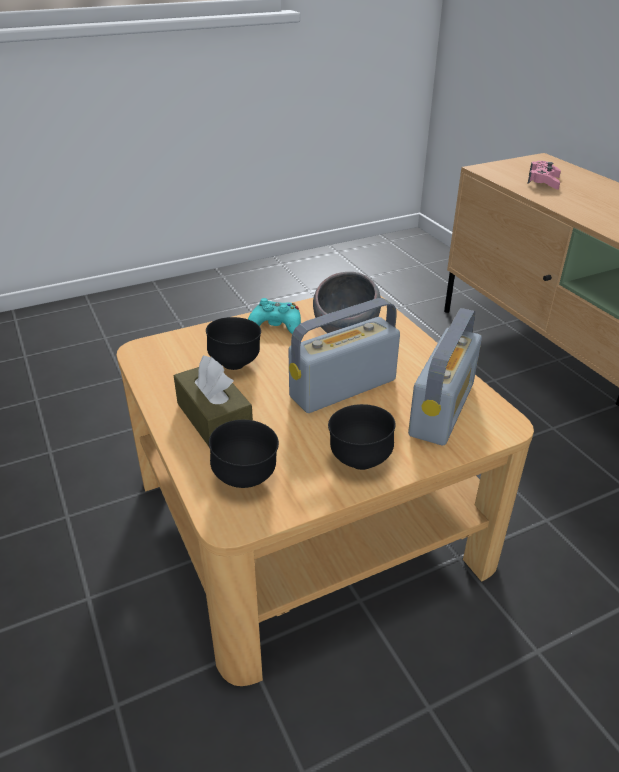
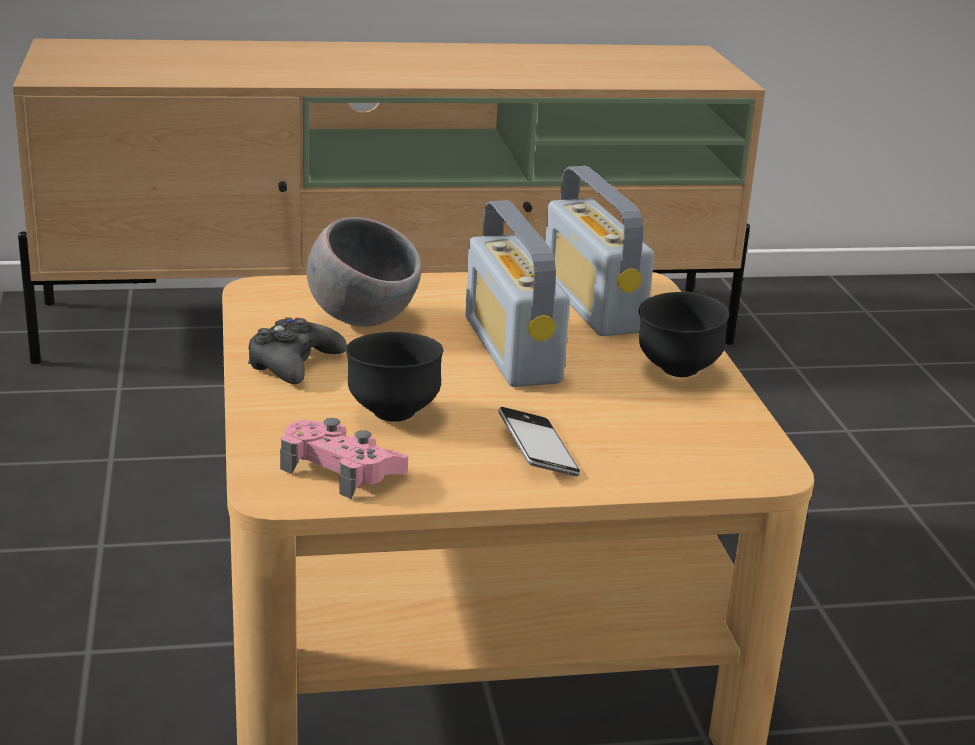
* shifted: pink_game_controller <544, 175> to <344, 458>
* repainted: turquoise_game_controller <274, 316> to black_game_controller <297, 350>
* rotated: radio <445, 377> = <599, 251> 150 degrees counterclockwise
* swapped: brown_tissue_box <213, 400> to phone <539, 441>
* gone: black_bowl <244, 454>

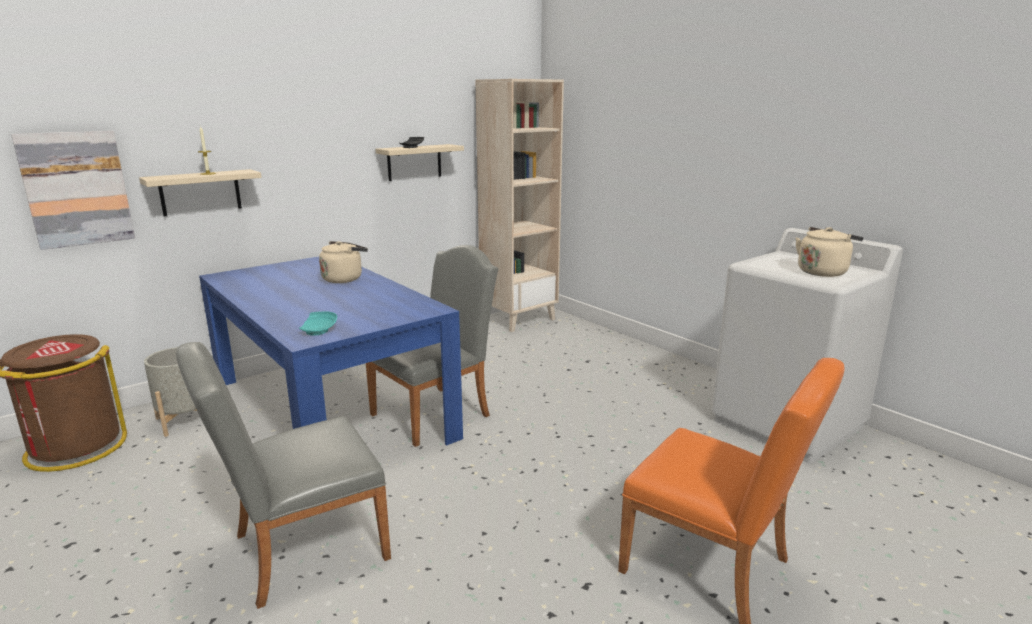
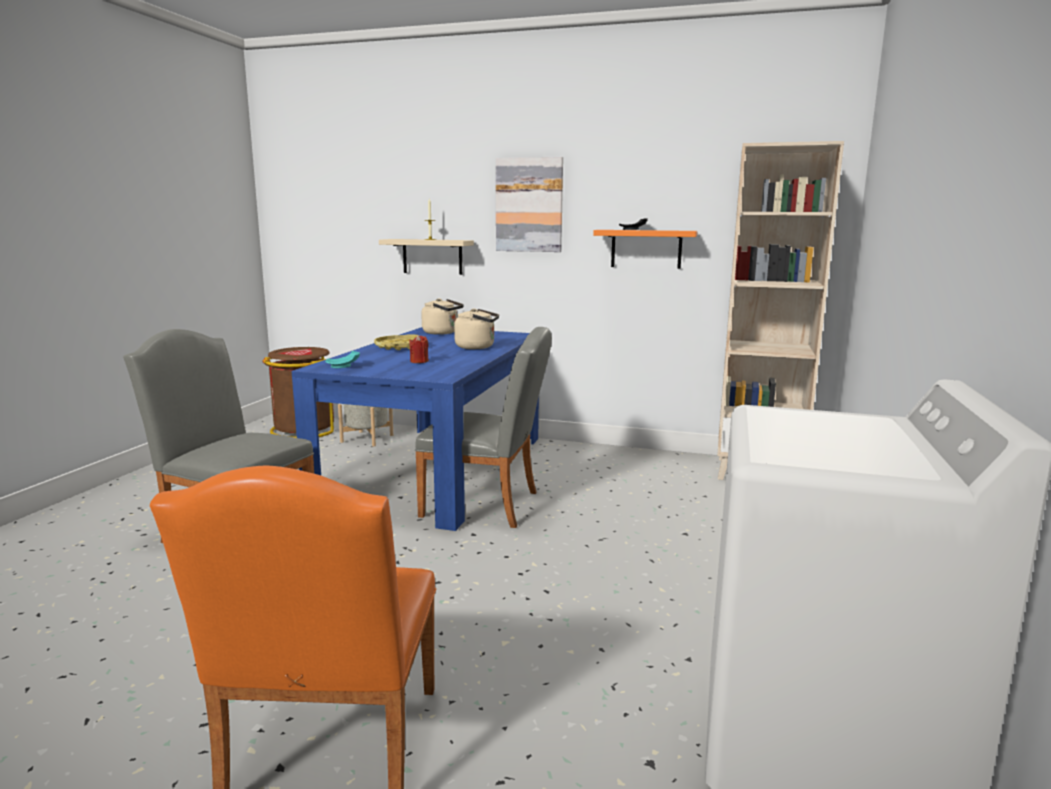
* shifted: picture <73, 190> to <529, 204>
* repainted: beige_shelf <419, 162> to orange_shelf <645, 249>
* shifted: beige_kettle <830, 252> to <442, 316>
* new: yellow_tray <395, 342>
* new: red_candle <419, 349>

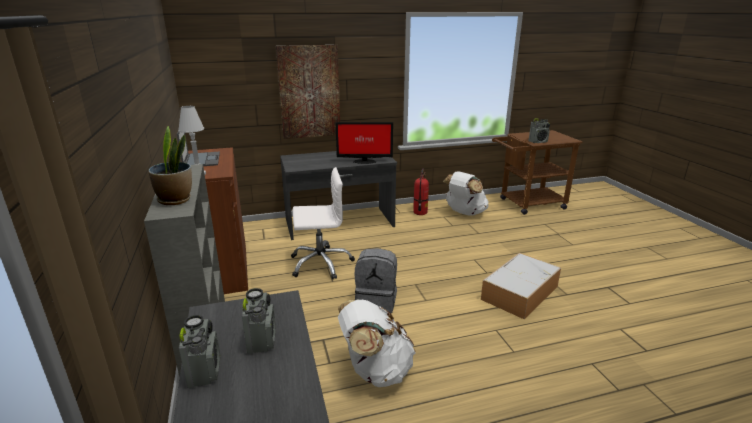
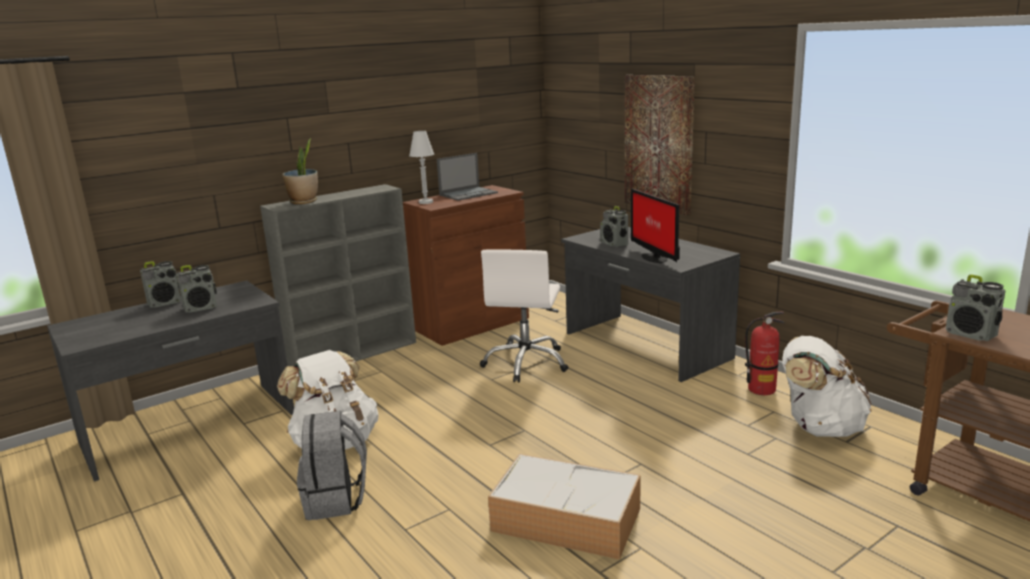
* rotated: white_office_chair <323, 223> = <524, 315> 45 degrees clockwise
* shifted: grey_backpack <376, 280> to <332, 465>
* new: radio <614, 226>

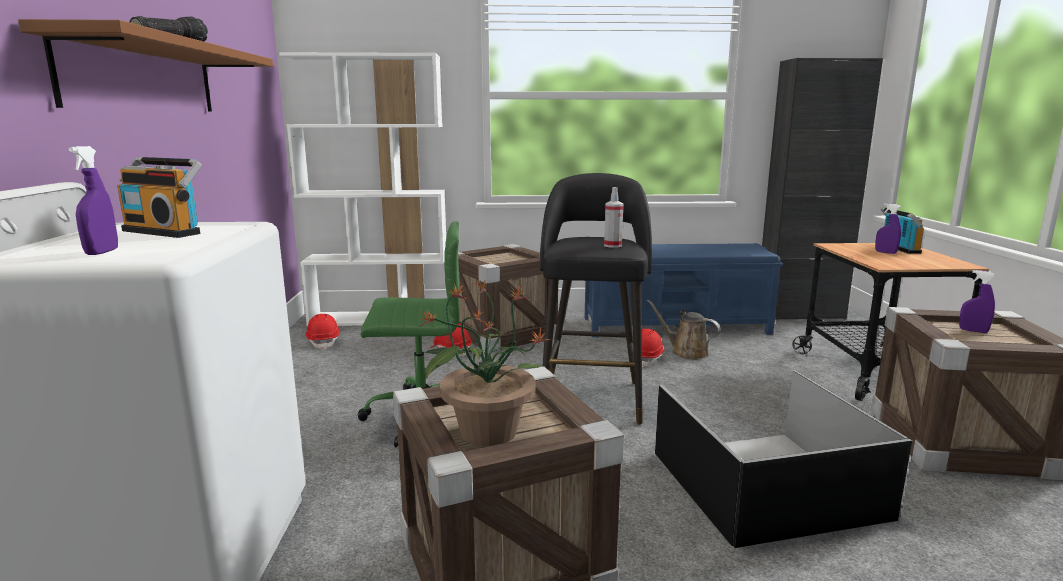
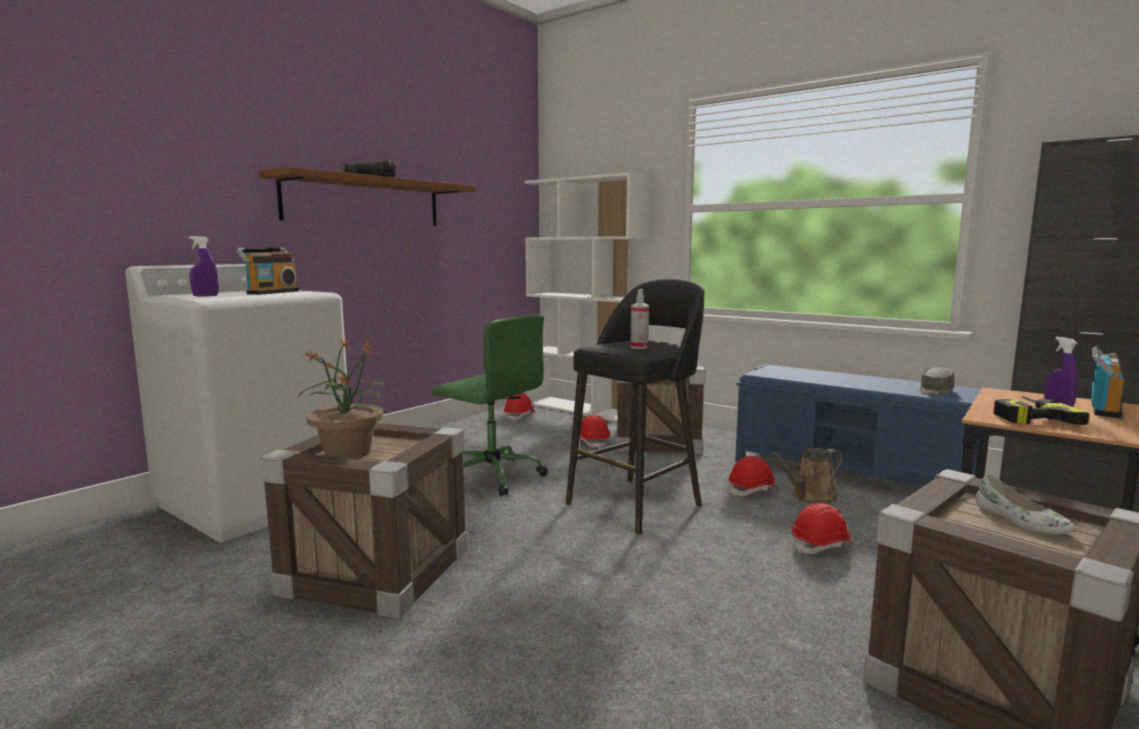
* rotated: radio <159, 197> = <267, 271> 135 degrees counterclockwise
* swapped: purple_spray_bottle <977, 301> to white_shoe <1025, 504>
* rotated: brown_watering_can <683, 329> = <806, 475> 105 degrees counterclockwise
* gone: black_storage_box <783, 459>
* new: grey_cap <937, 381>
* new: power_drill <1041, 410>
* new: red_hard_hat <823, 528>

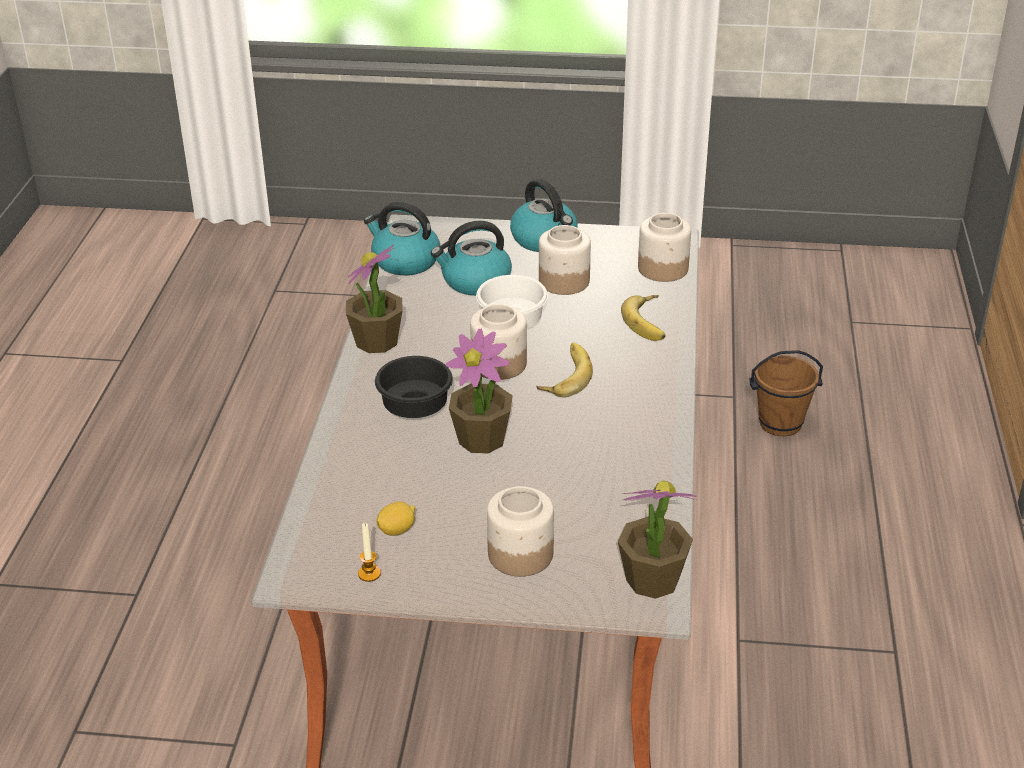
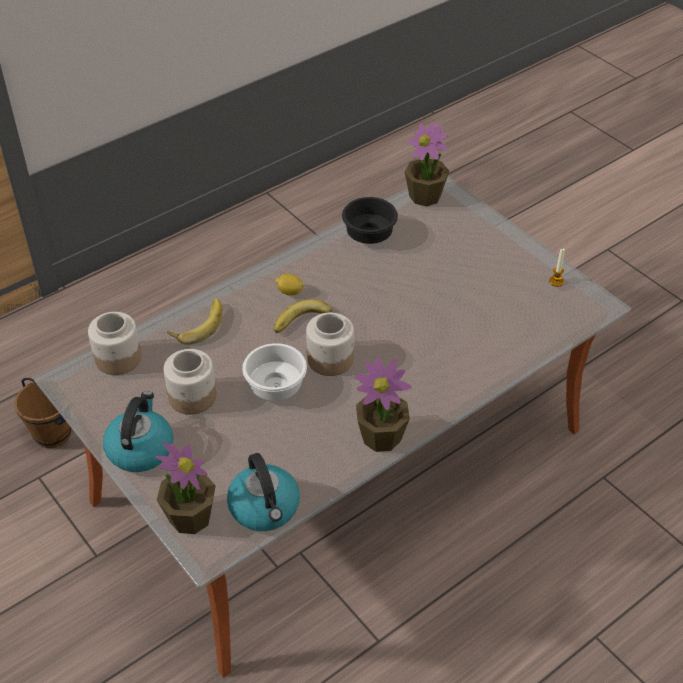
* gone: kettle <471, 258>
* shifted: potted_plant <479, 391> to <186, 488>
* shifted: black_bowl <414, 387> to <370, 220>
* gone: jar <520, 531>
* shifted: lemon <395, 518> to <289, 285>

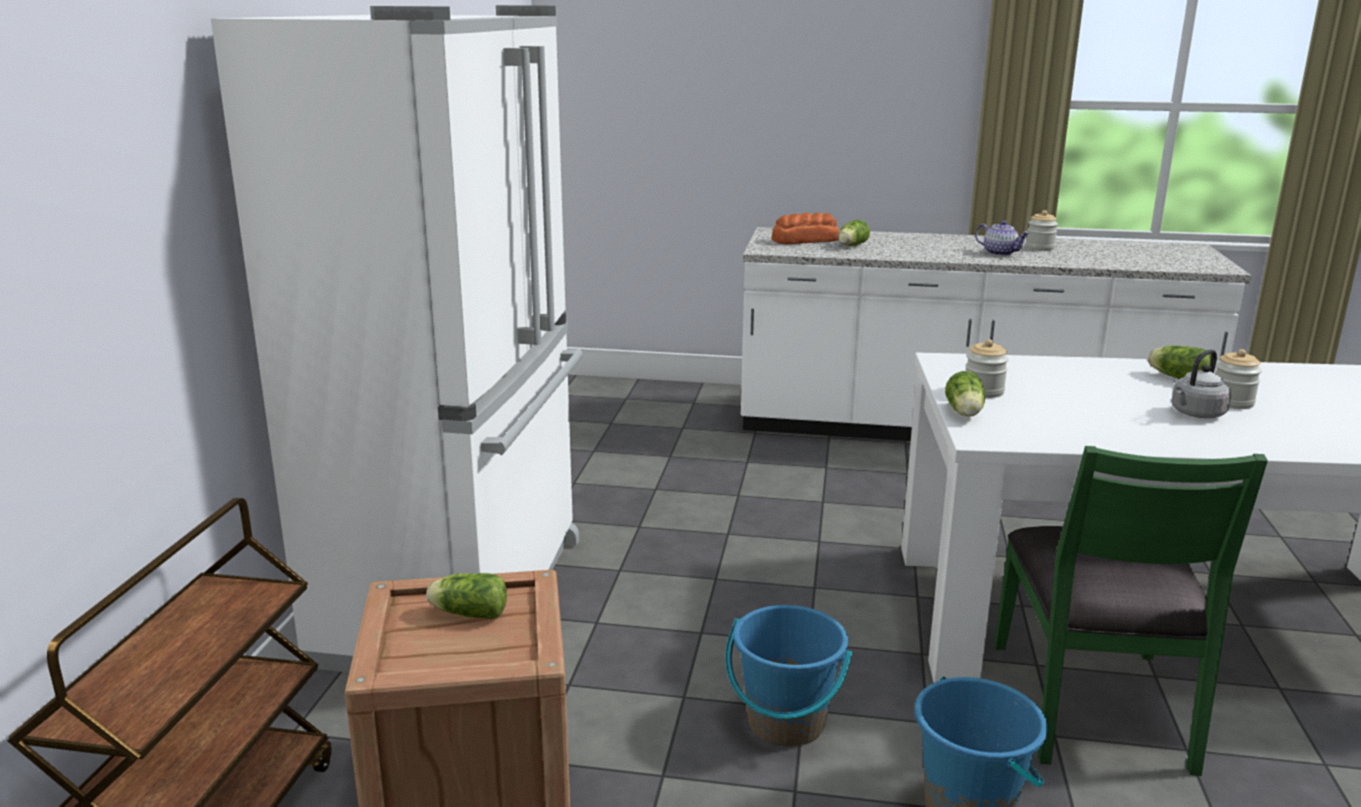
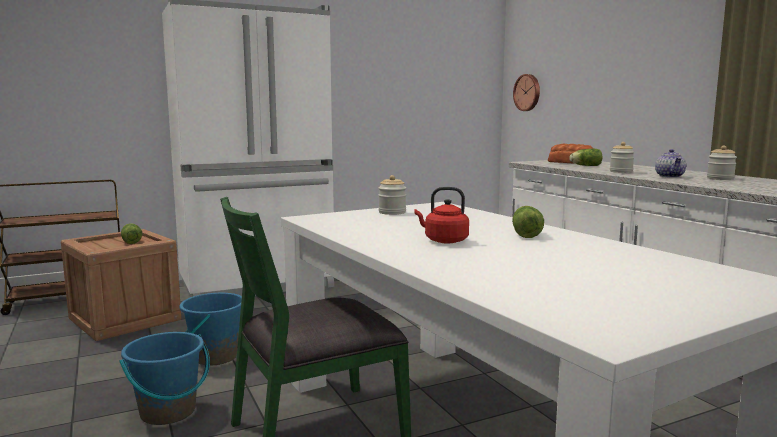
* shifted: jar <1238, 379> to <622, 157>
* repainted: grey_kettle <1201, 384> to red_kettle <442, 215>
* gone: lettuce <965, 394>
* new: wall_clock <526, 92>

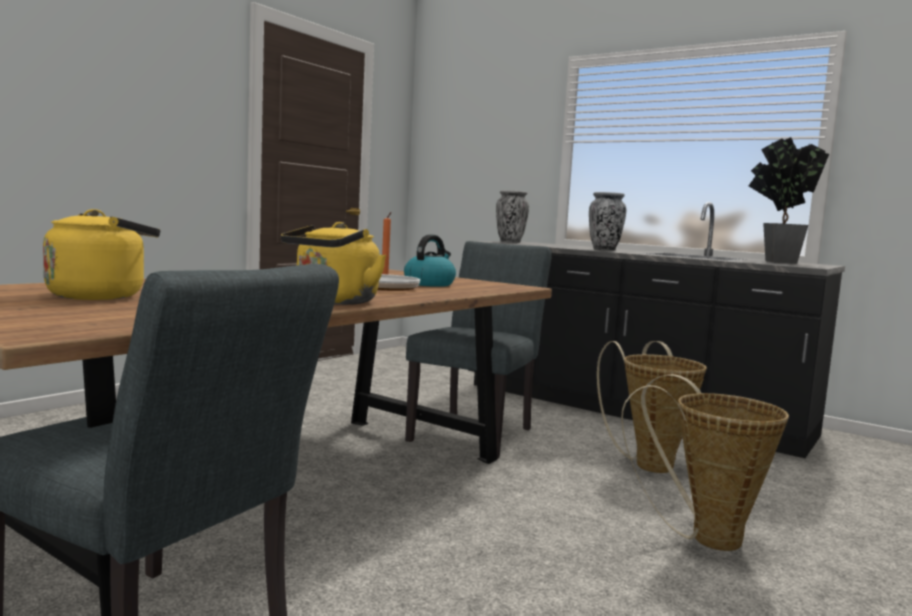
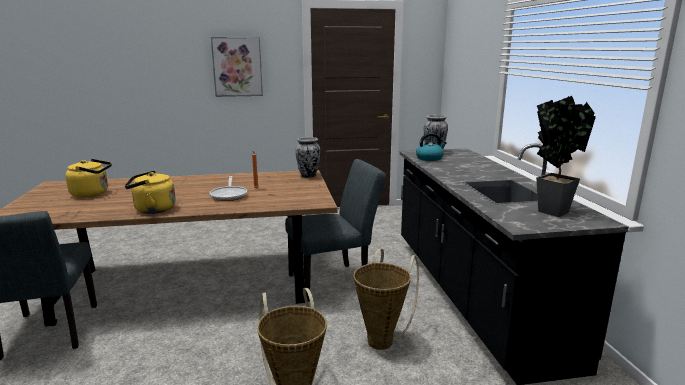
* shifted: vase <607, 221> to <307, 157>
* shifted: kettle <430, 260> to <431, 147>
* new: picture <237, 67>

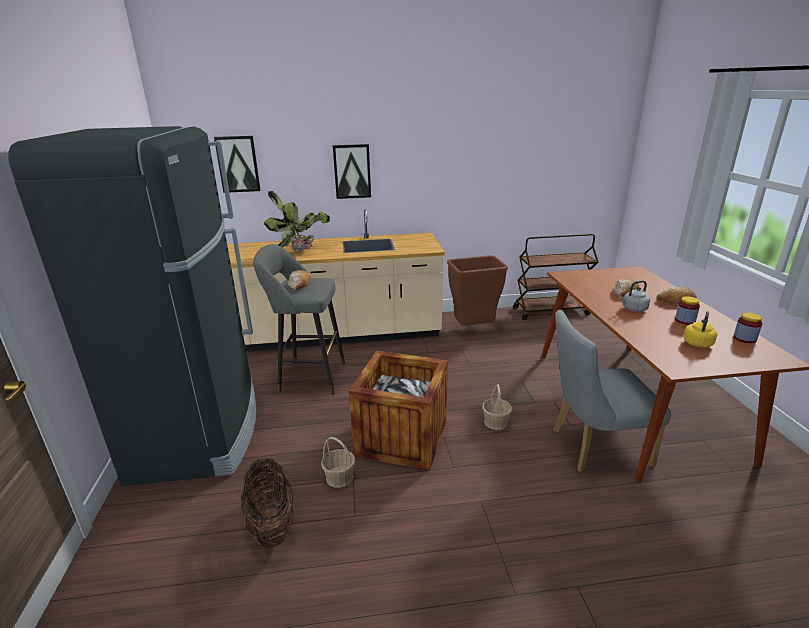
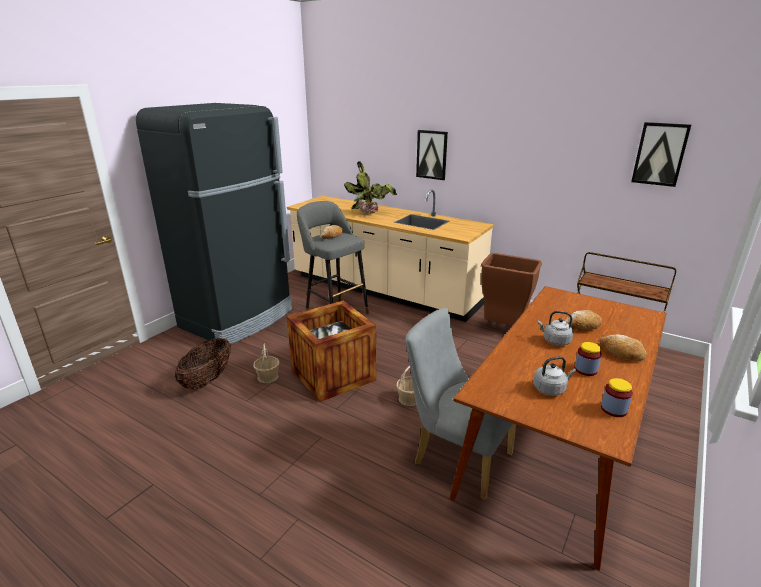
* shifted: picture <237, 164> to <661, 154>
* repainted: yellow_kettle <700, 329> to grey_kettle <554, 376>

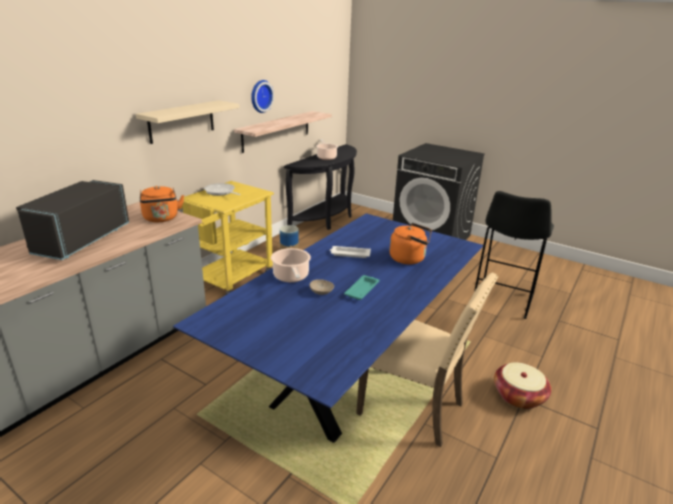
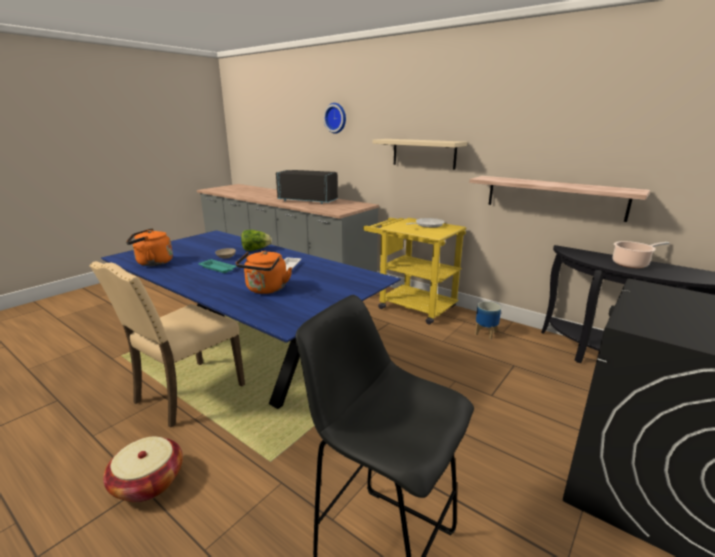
* shifted: wall_clock <262, 96> to <334, 118>
* shifted: orange_kettle <162, 204> to <149, 247>
* swapped: cooking_pot <291, 265> to lettuce <256, 240>

